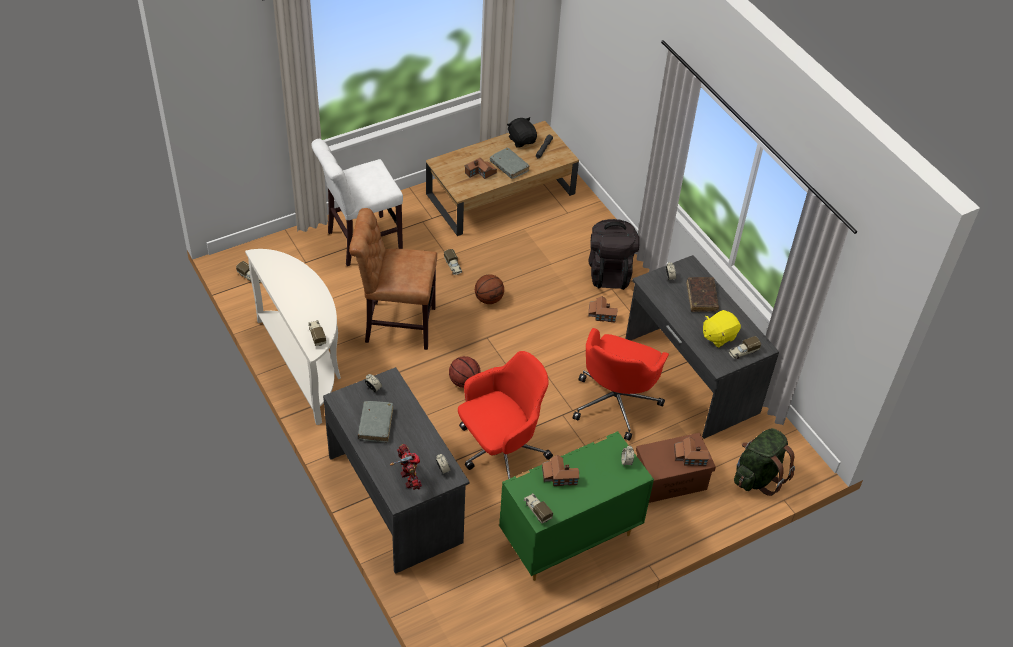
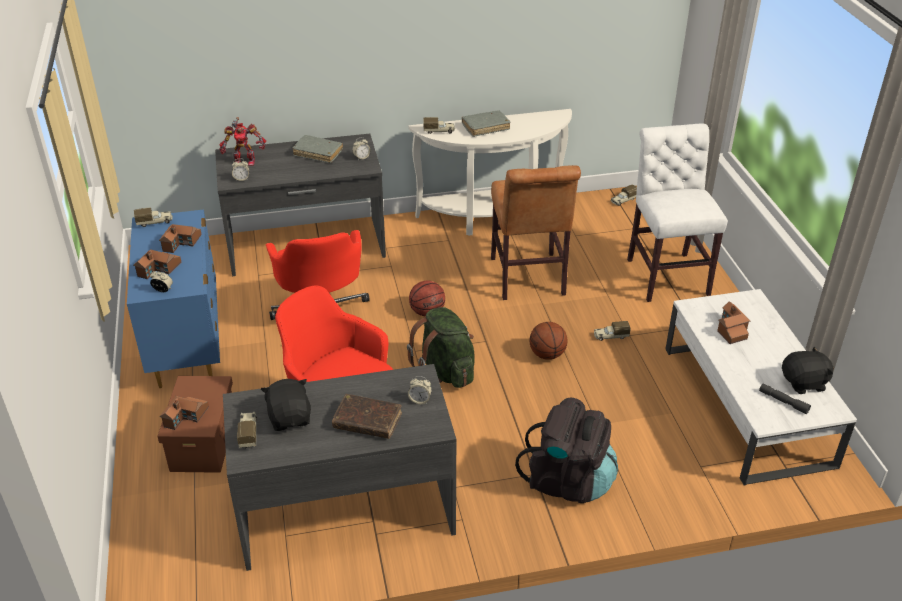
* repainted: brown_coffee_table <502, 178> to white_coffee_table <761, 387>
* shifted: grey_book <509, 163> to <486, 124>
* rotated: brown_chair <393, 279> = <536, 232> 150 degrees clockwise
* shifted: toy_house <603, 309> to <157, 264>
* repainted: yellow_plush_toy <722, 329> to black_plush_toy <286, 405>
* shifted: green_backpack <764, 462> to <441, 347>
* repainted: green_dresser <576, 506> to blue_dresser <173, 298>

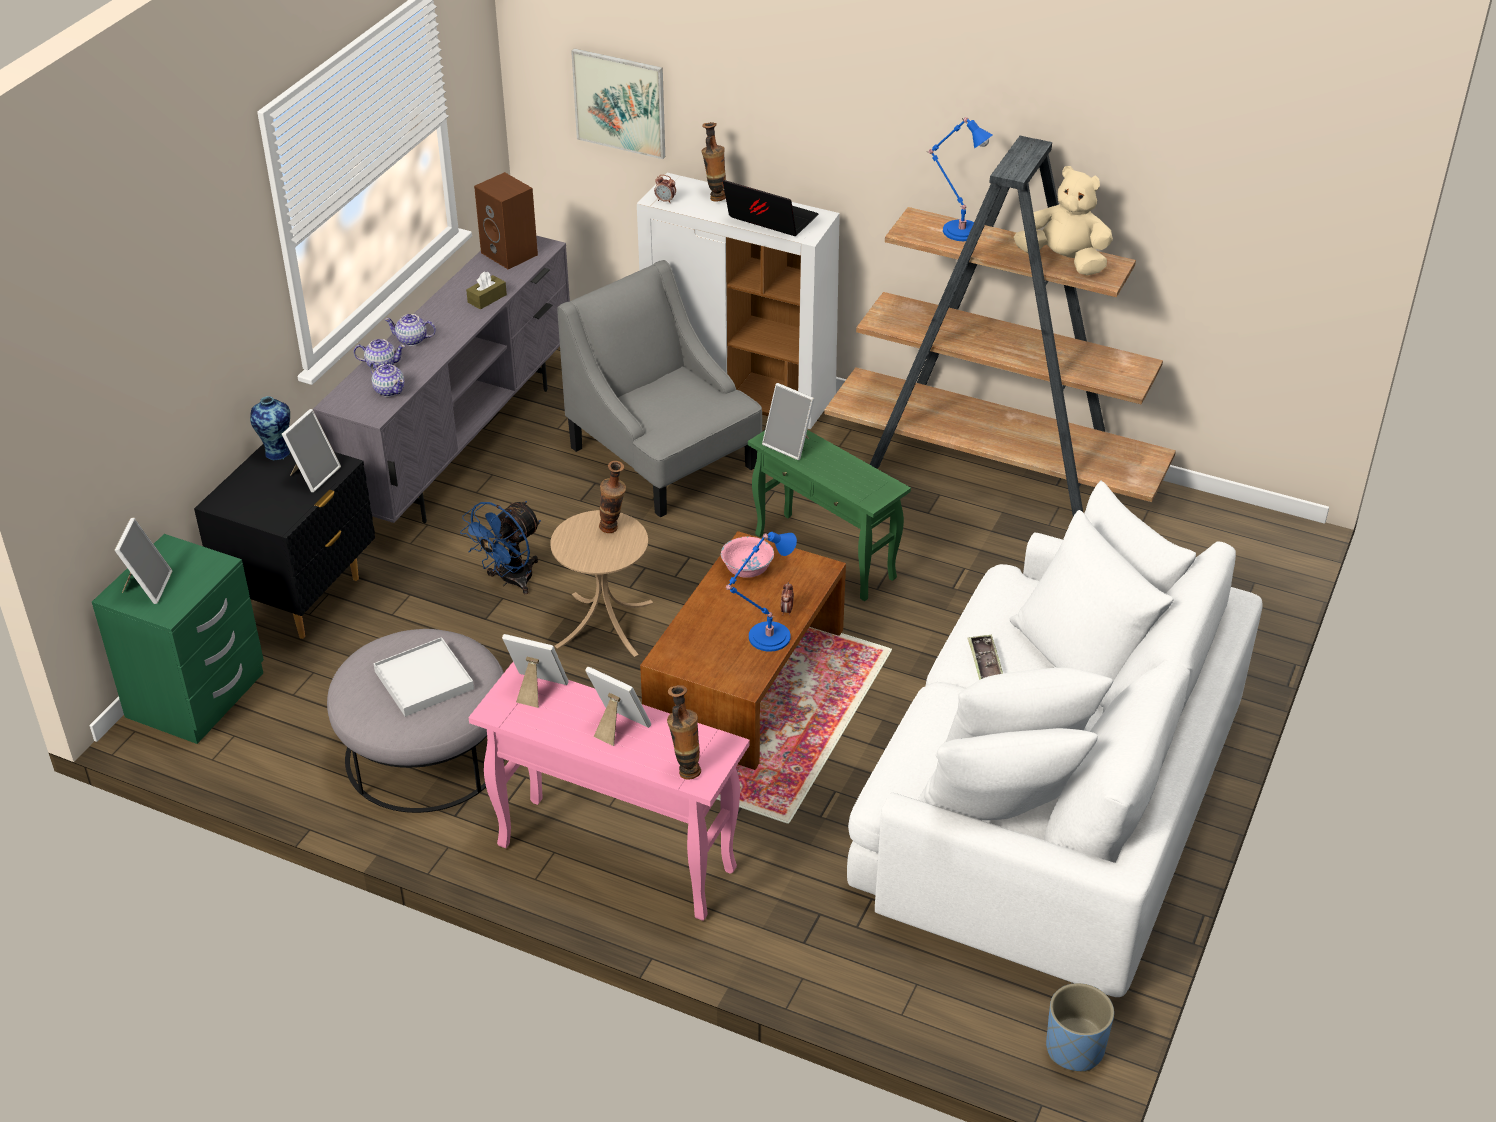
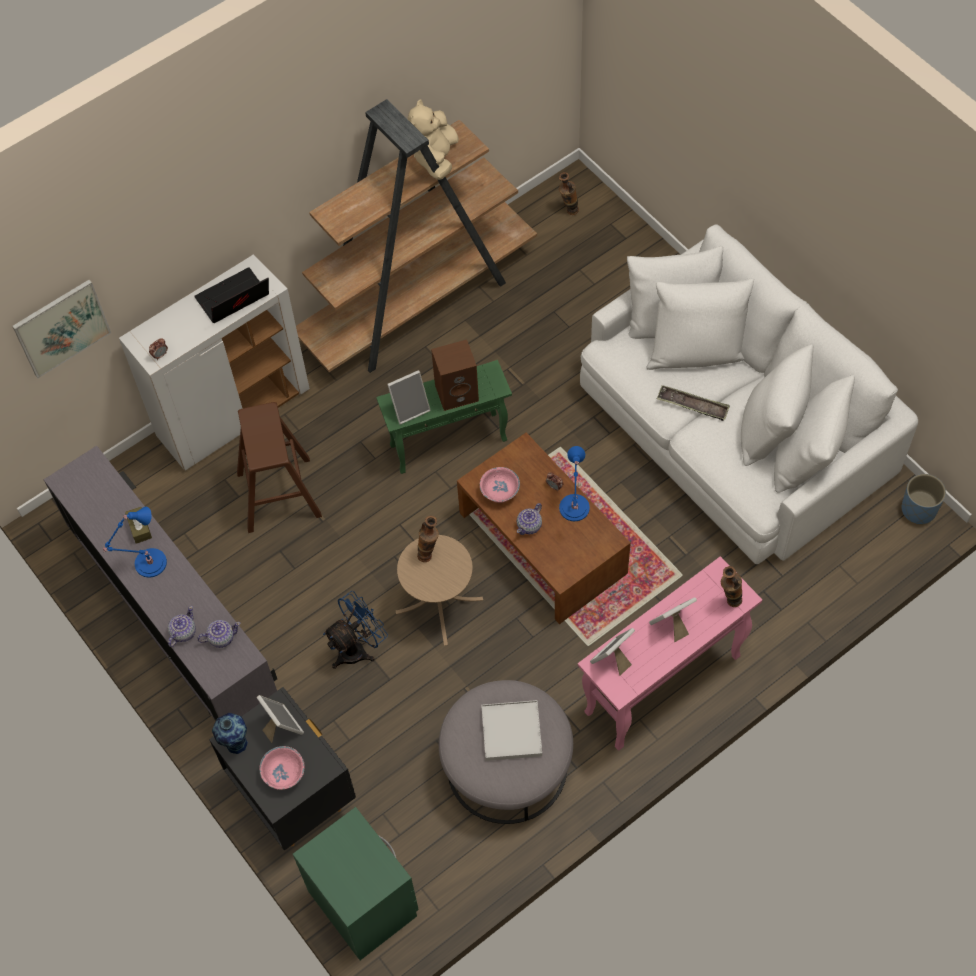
* shifted: blue_table_lamp <960, 179> to <135, 542>
* shifted: vase <713, 161> to <569, 193>
* rotated: beige_plush_toy <1063, 221> = <433, 139> 45 degrees counterclockwise
* shifted: brown_speaker <506, 220> to <455, 375>
* swapped: grey_armchair <659, 389> to brown_stool <279, 467>
* shifted: teapot <410, 330> to <529, 519>
* rotated: blue_fan <500, 547> = <355, 630> 105 degrees counterclockwise
* gone: picture_frame <143, 560>
* new: pink_bowl <281, 768>

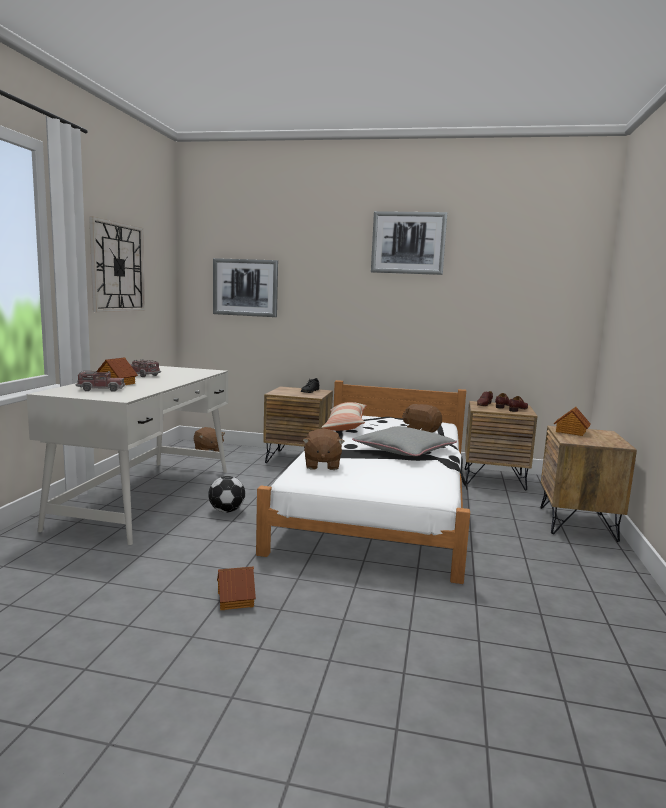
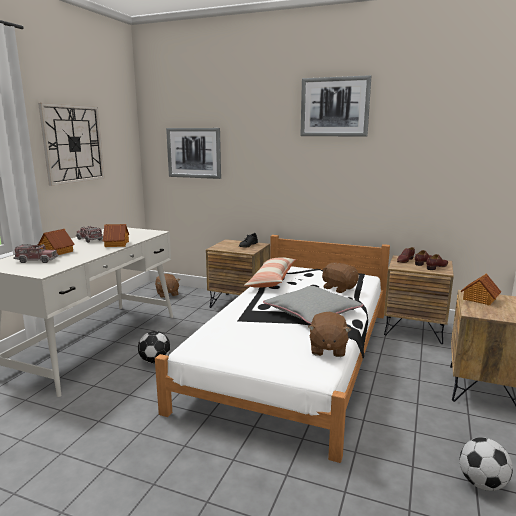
* shifted: brown_plush_toy <324, 449> to <329, 334>
* shifted: toy_house <236, 588> to <116, 235>
* new: football <486, 464>

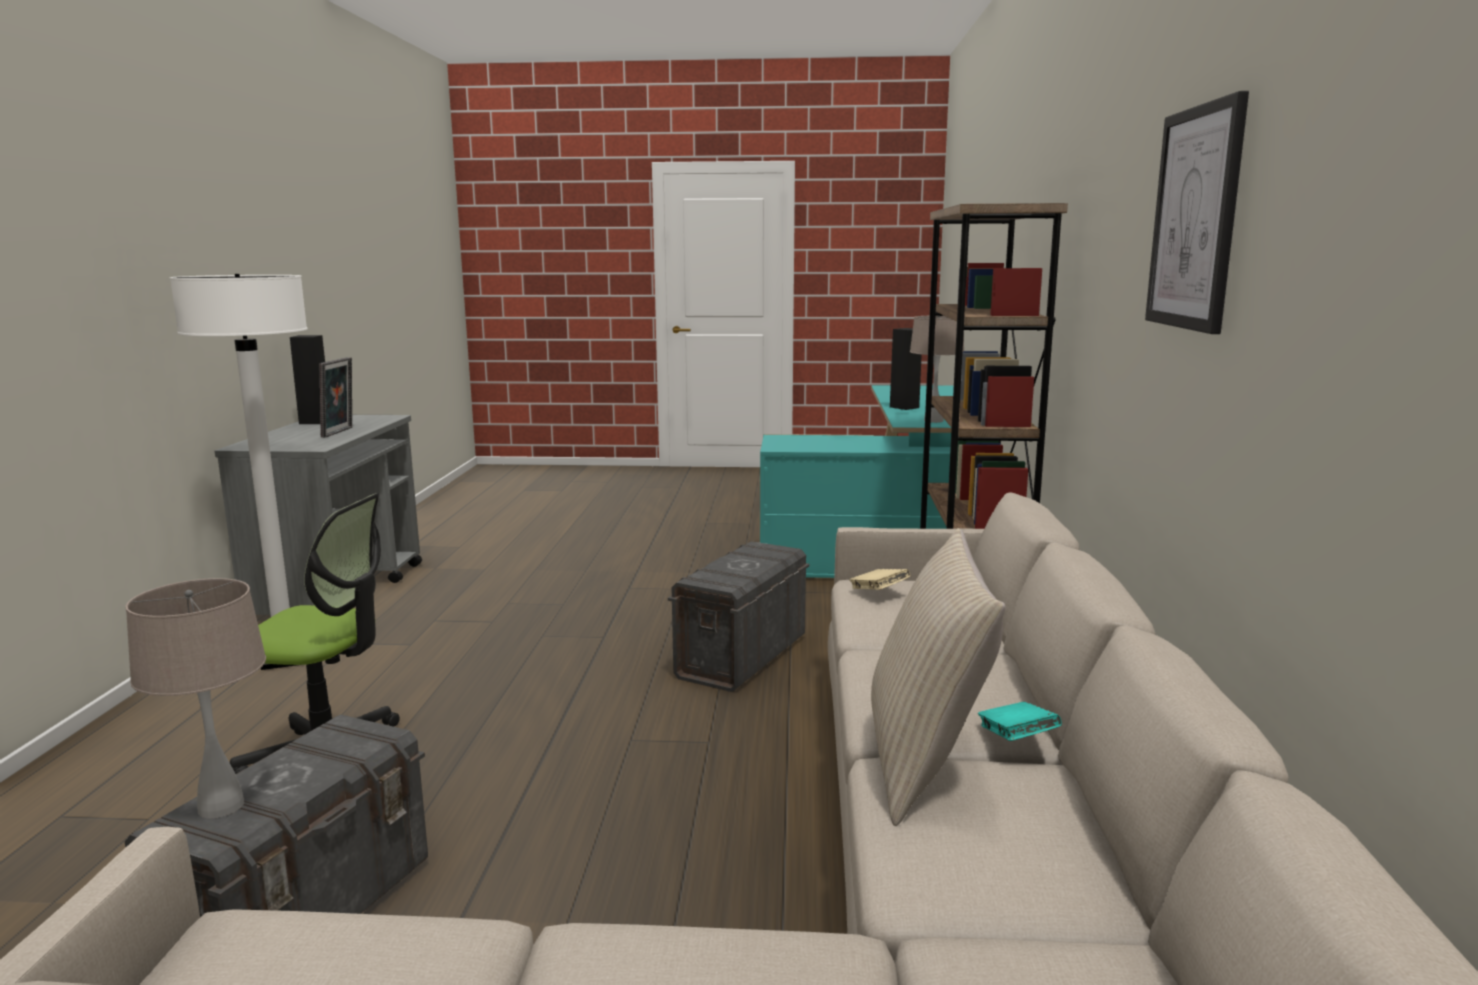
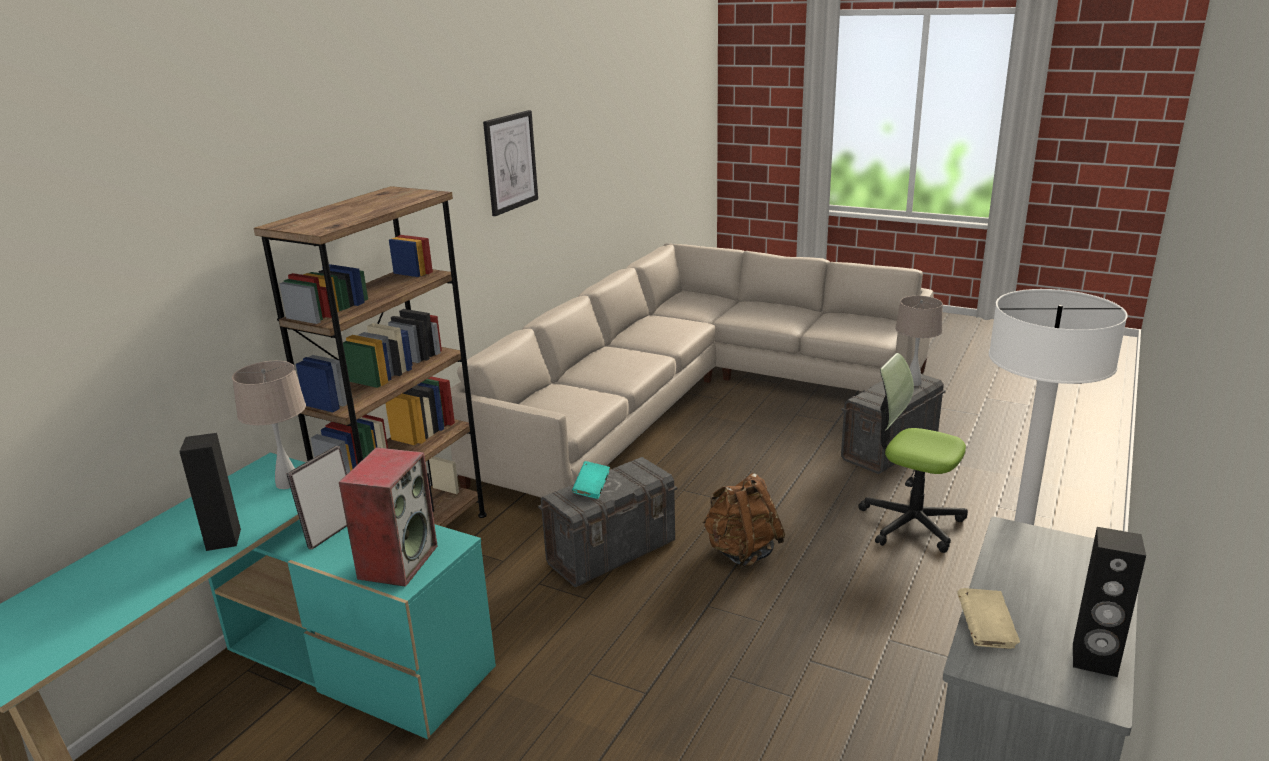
* shifted: picture_frame <335, 397> to <316, 498>
* gone: beige_pillow <938, 677>
* shifted: beige_book <879, 579> to <988, 618>
* shifted: turquoise_book <1020, 721> to <591, 480>
* new: speaker <388, 517>
* new: brown_backpack <743, 520>

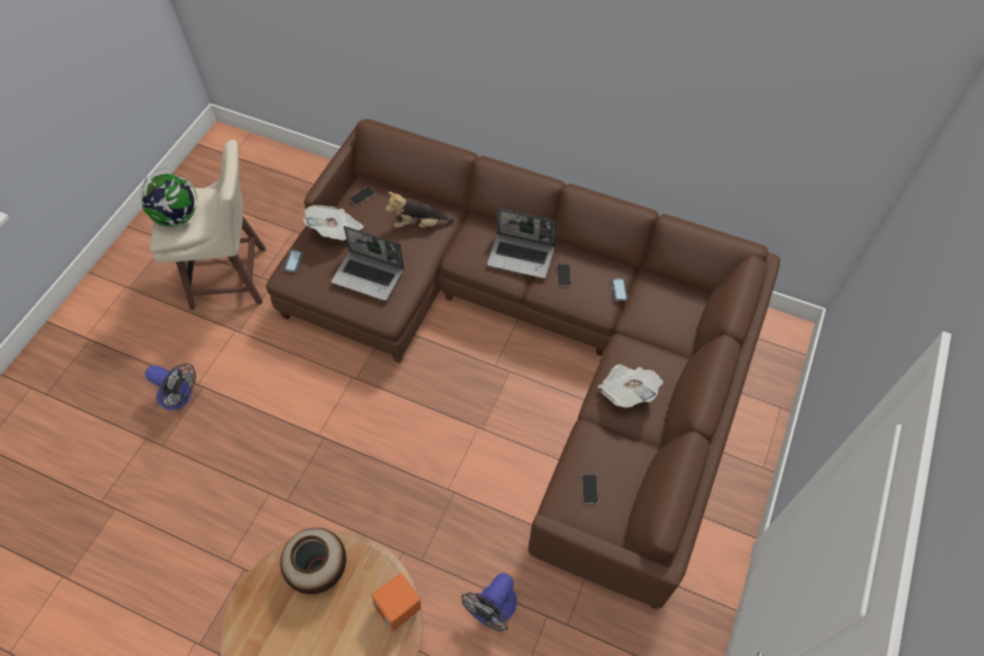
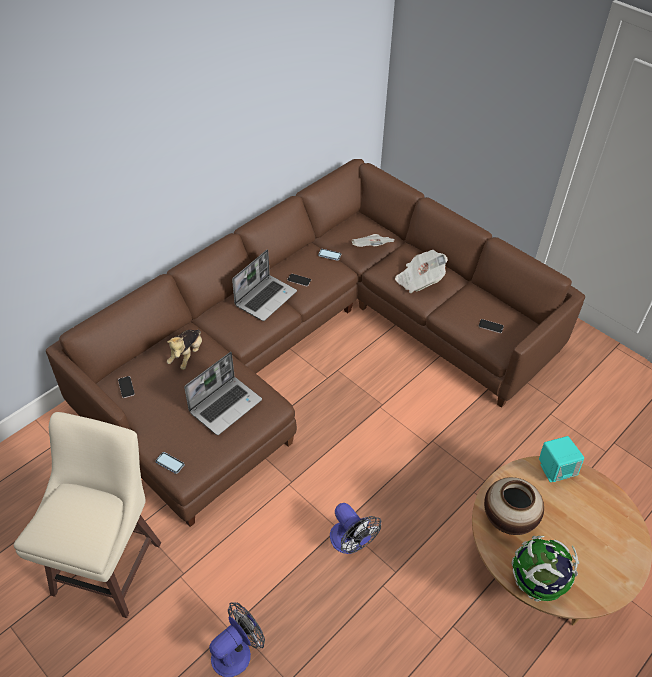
* shifted: globe <168, 197> to <545, 569>
* shifted: newspaper <333, 223> to <372, 240>
* shifted: fan <489, 602> to <355, 528>
* repainted: orange_speaker <396, 602> to turquoise_speaker <561, 459>

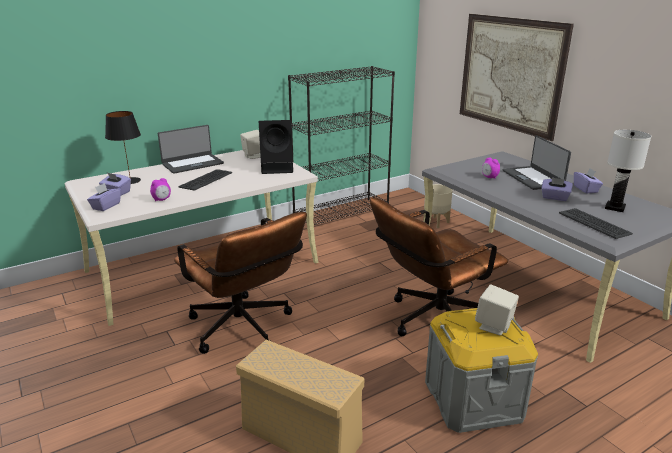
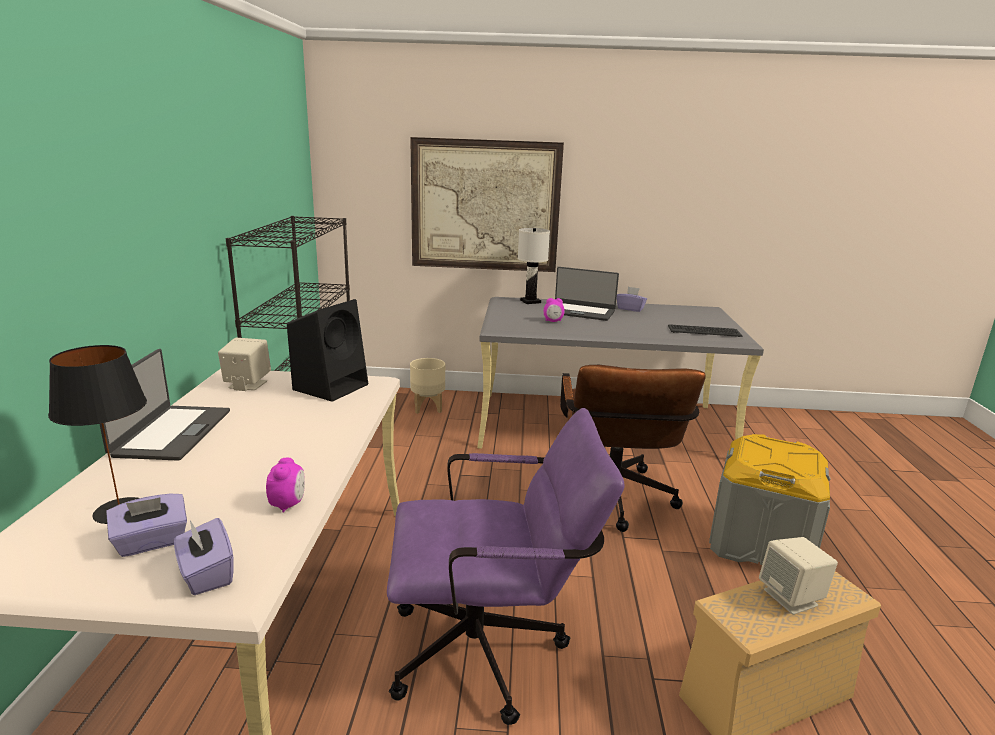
* shifted: white_table_lamp <628, 171> to <534, 266>
* gone: keyboard <205, 180>
* gone: purple_tissue_box <557, 189>
* repainted: brown_office_chair <240, 283> to purple_office_chair <506, 566>
* shifted: beige_speaker <497, 309> to <798, 576>

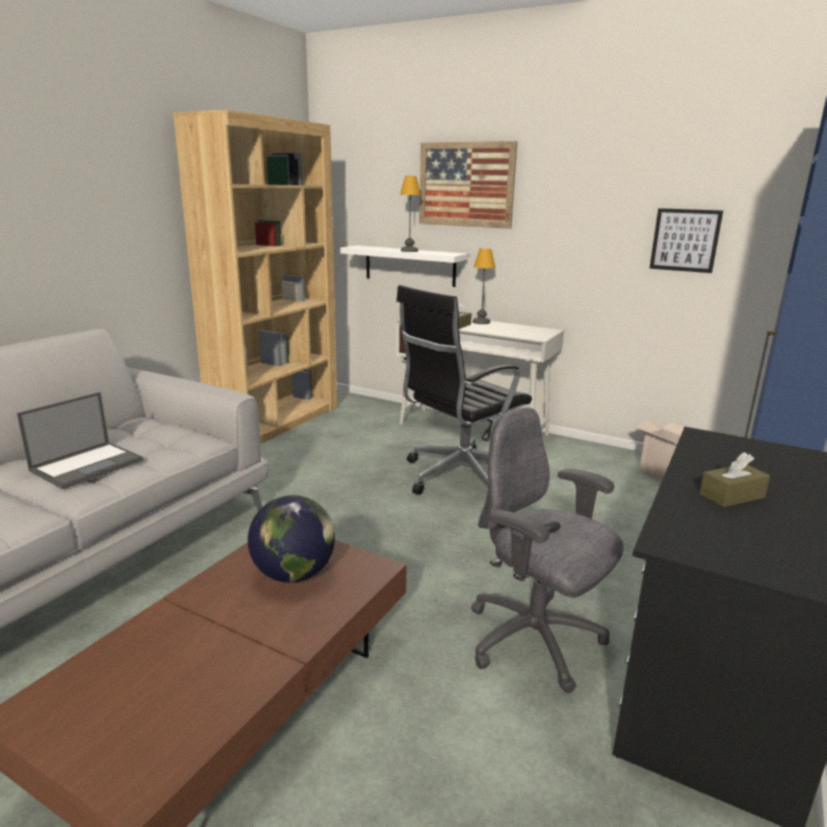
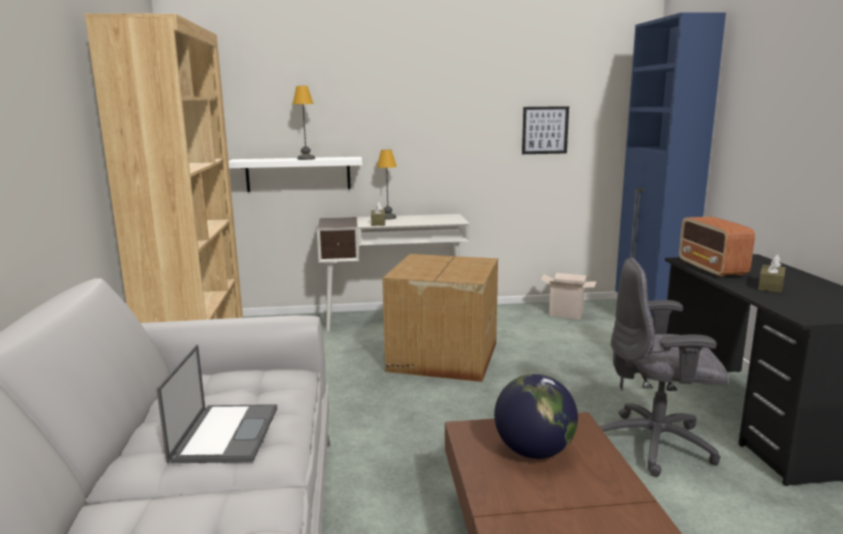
* gone: picture <468, 185>
* swapped: black_office_chair <464, 390> to cardboard_box <440, 318>
* new: radio <717, 247>

